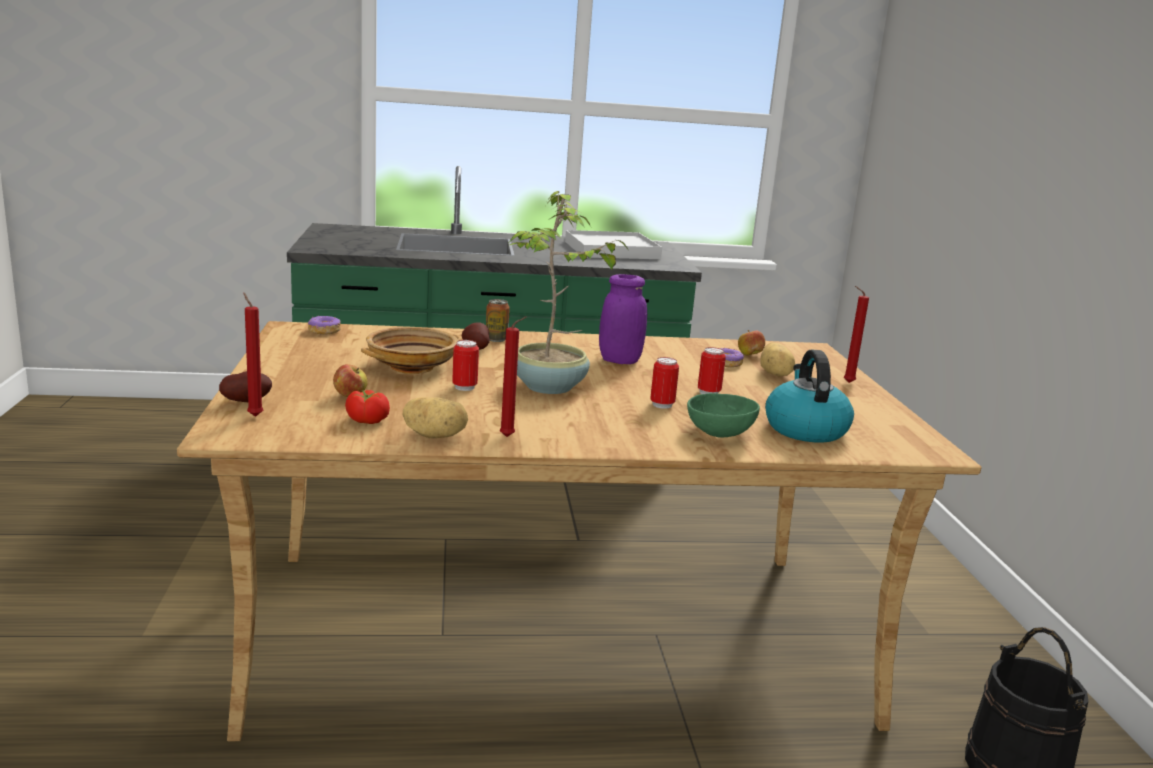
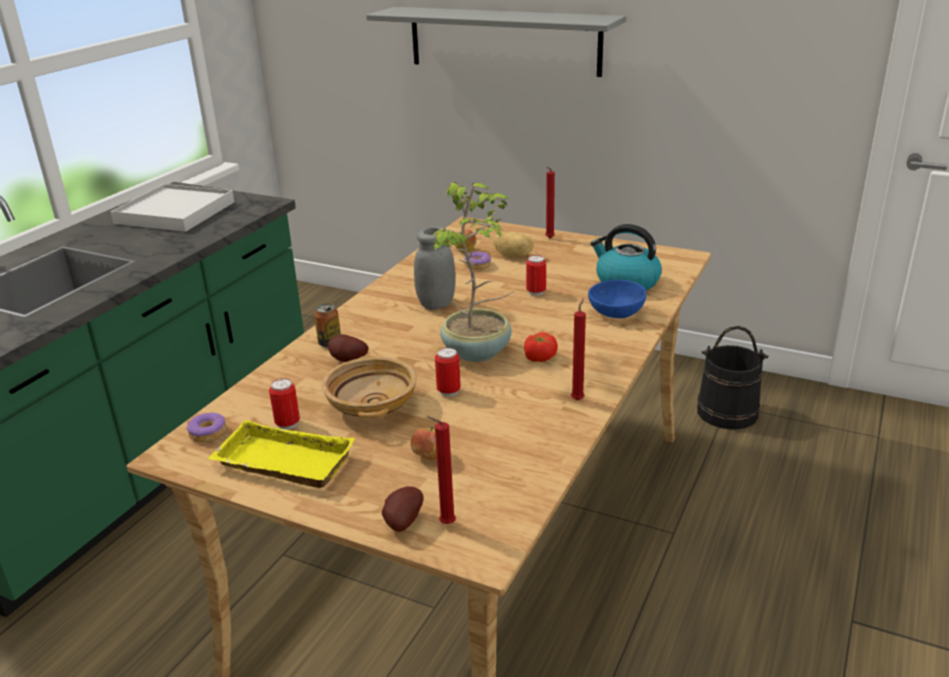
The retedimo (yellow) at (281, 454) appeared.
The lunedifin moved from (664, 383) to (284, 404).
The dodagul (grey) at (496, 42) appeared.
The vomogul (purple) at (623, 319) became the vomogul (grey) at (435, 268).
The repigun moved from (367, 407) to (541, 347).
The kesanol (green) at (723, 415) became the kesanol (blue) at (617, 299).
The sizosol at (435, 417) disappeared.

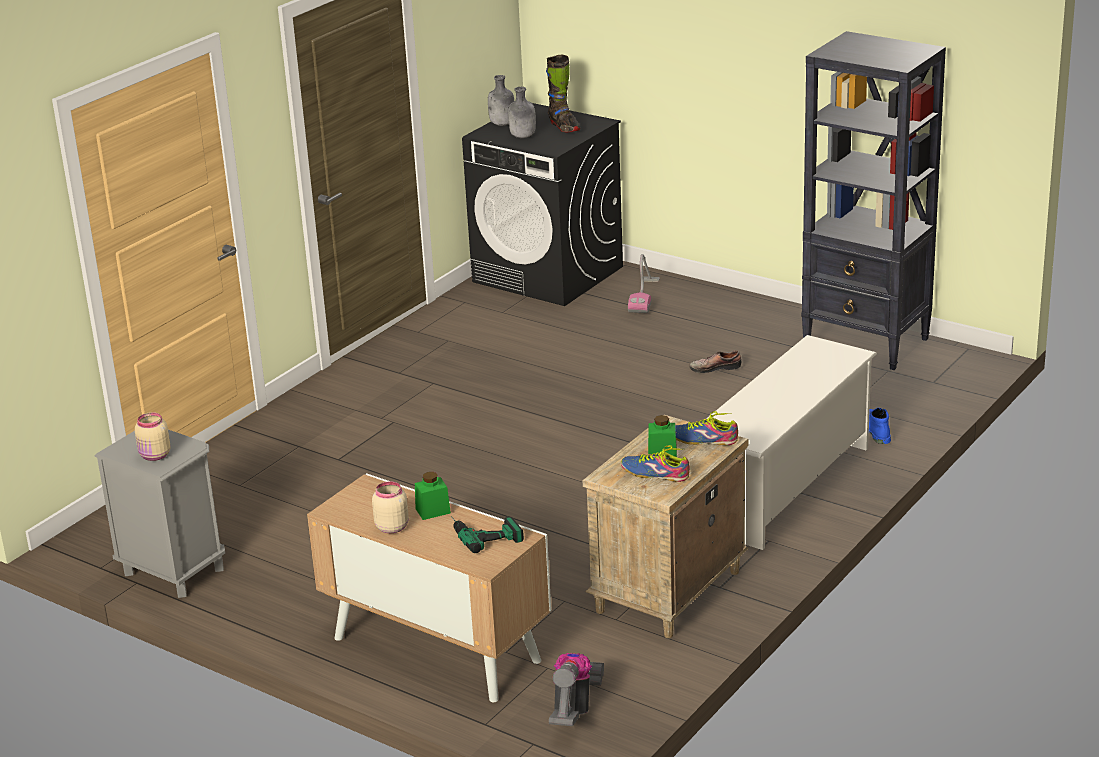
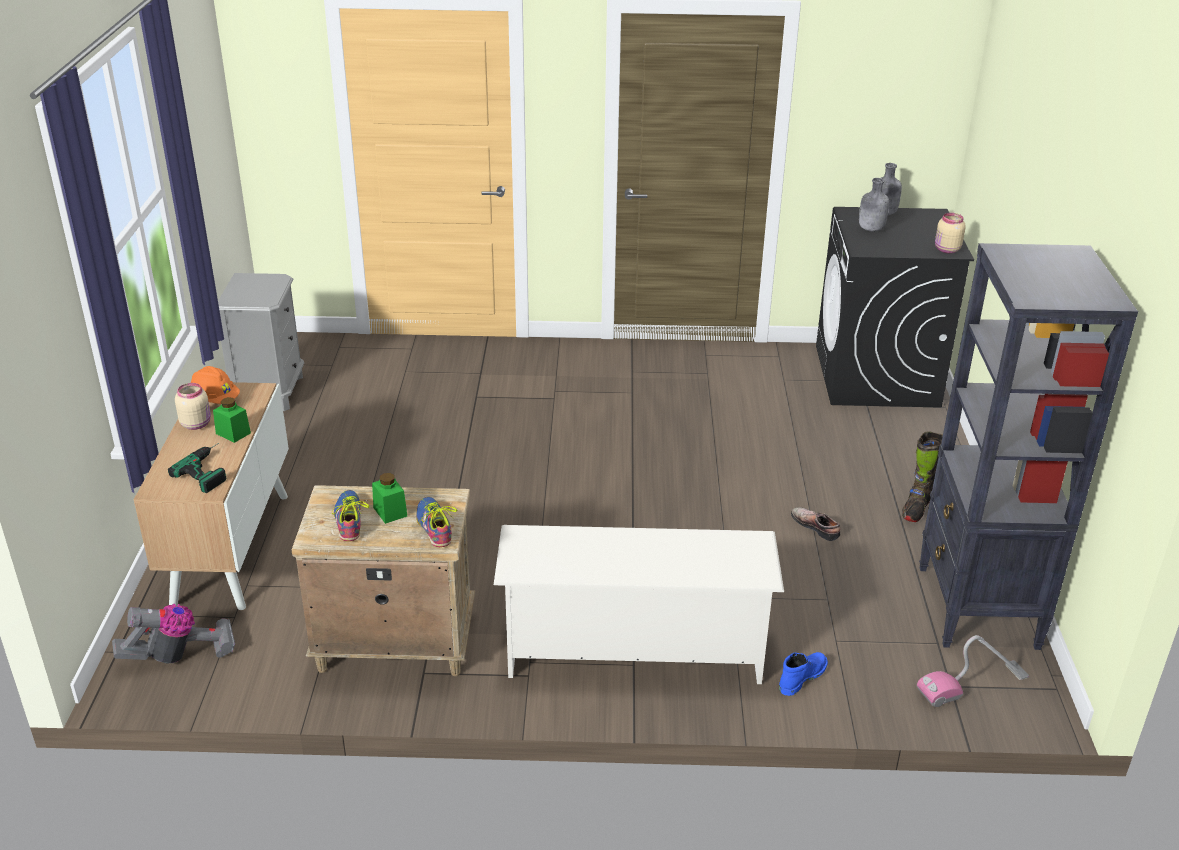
The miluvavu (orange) at (215, 385) appeared.
The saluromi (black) moved from (563, 93) to (922, 477).
The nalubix moved from (644, 283) to (973, 671).
The vomogul (beige) moved from (152, 436) to (950, 233).

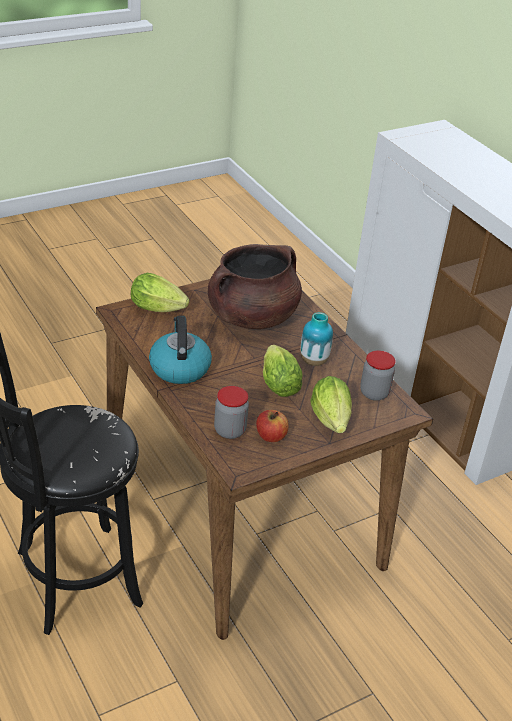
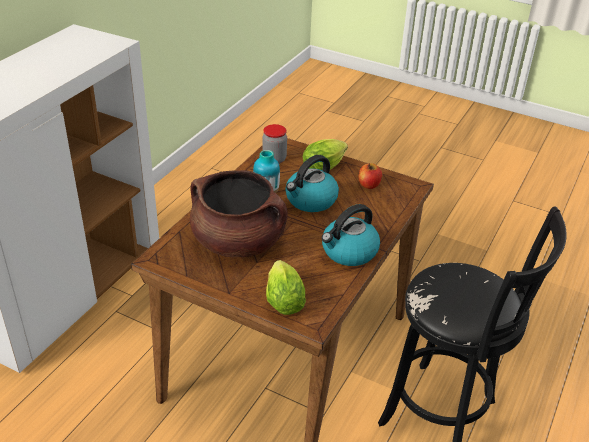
The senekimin at (283, 371) was replaced by the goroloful at (312, 183).
The vomogul at (231, 412) disappeared.

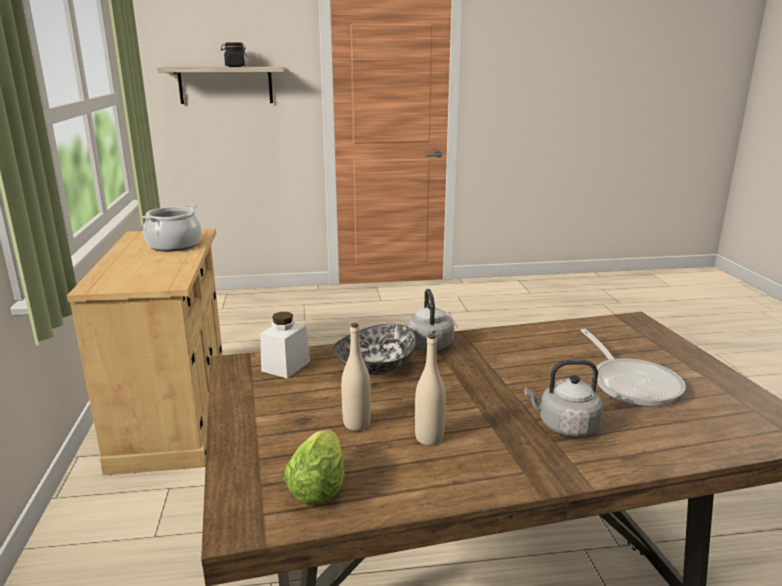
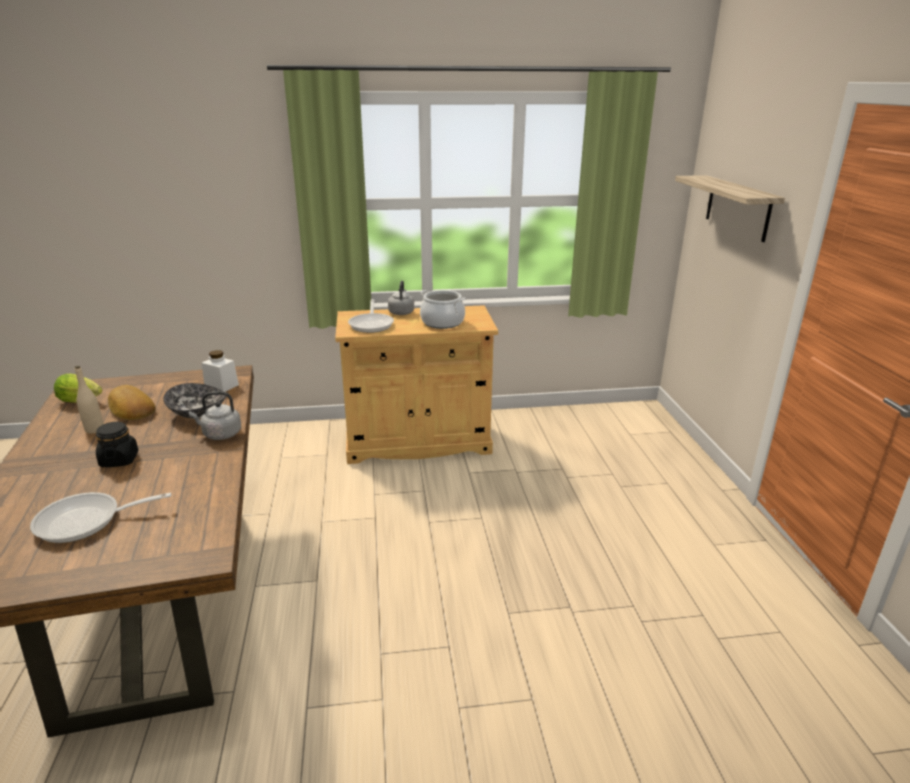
The vomogul (black) moved from (234, 54) to (117, 444).
The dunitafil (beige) at (356, 377) was replaced by the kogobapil at (132, 402).
The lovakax at (371, 316) appeared.
The goroloful (grey) moved from (563, 398) to (401, 297).

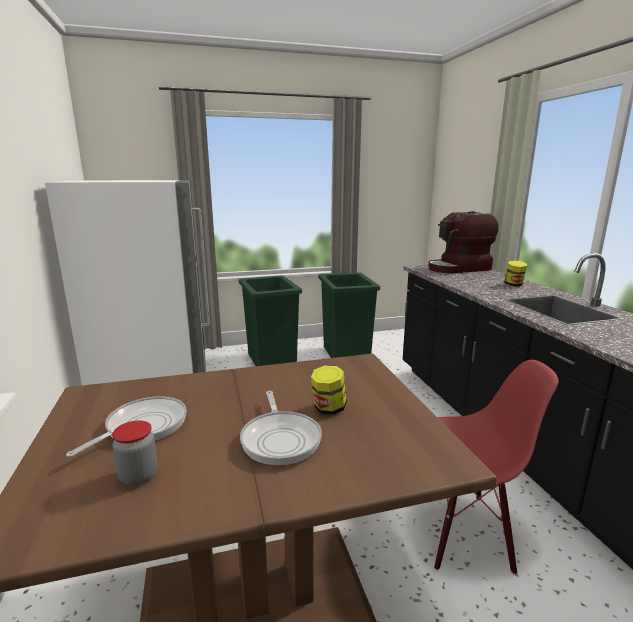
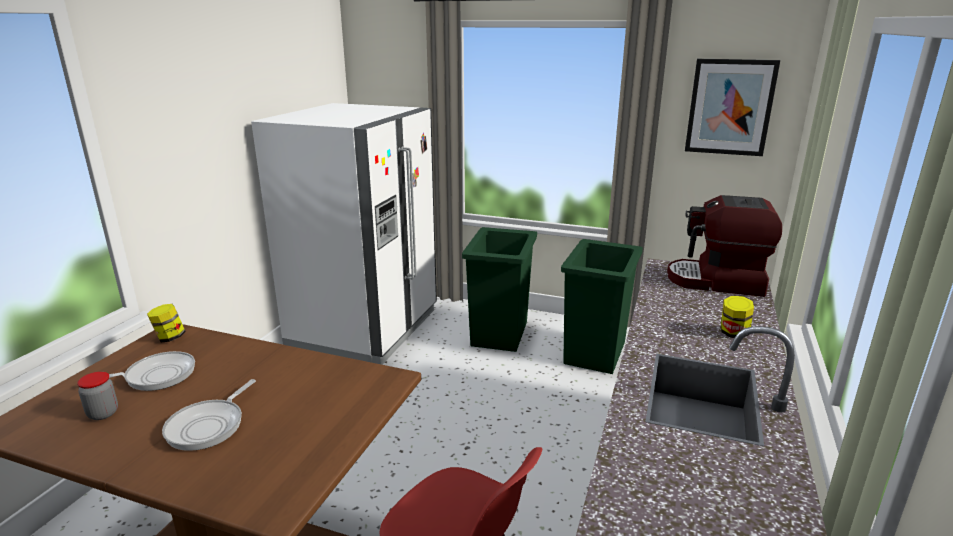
The vomogul moved from (329, 390) to (166, 323).
The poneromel at (732, 107) appeared.

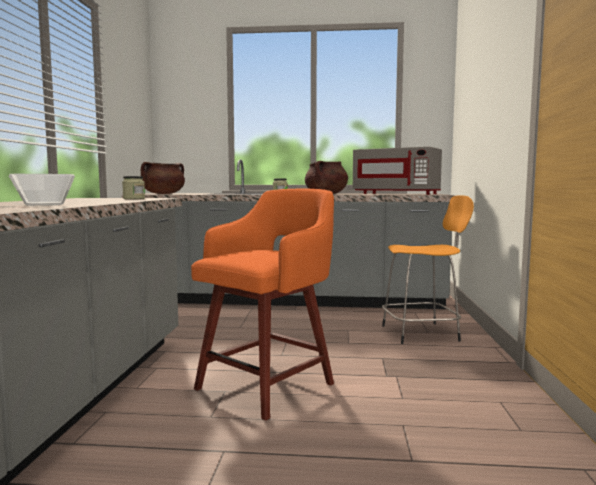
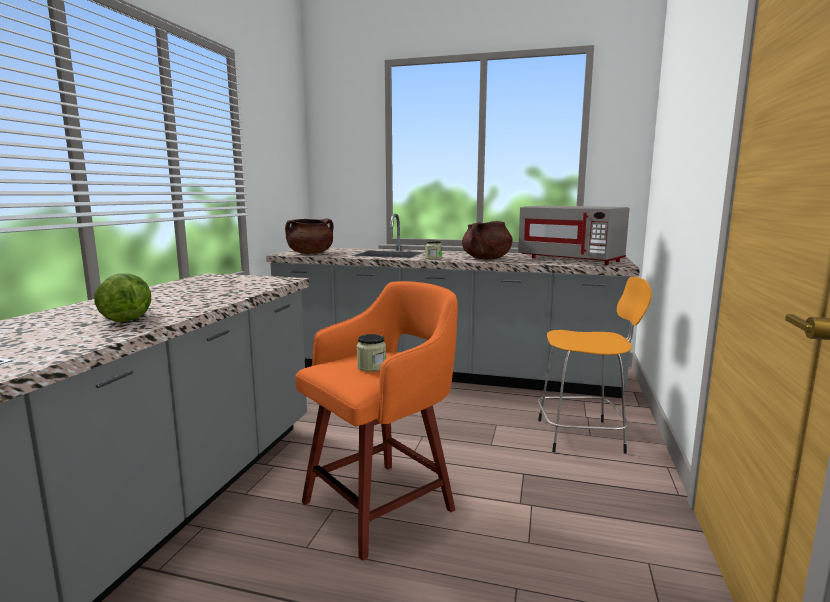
The kesanol at (42, 190) was replaced by the senekimin at (122, 297).
The vomogul moved from (133, 187) to (371, 353).

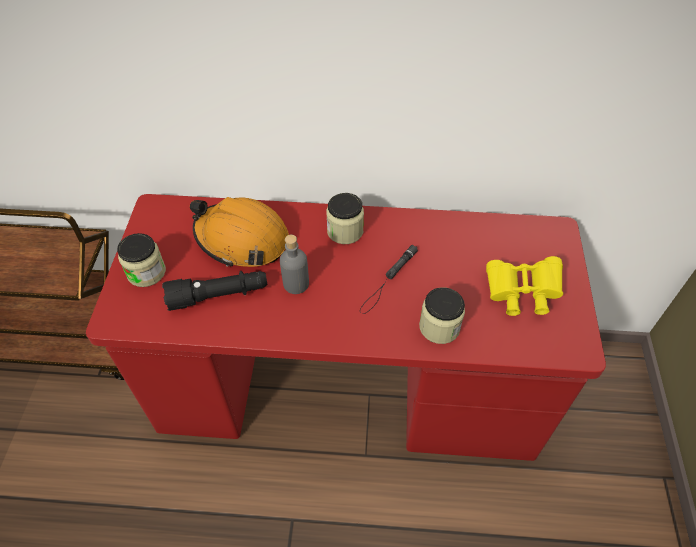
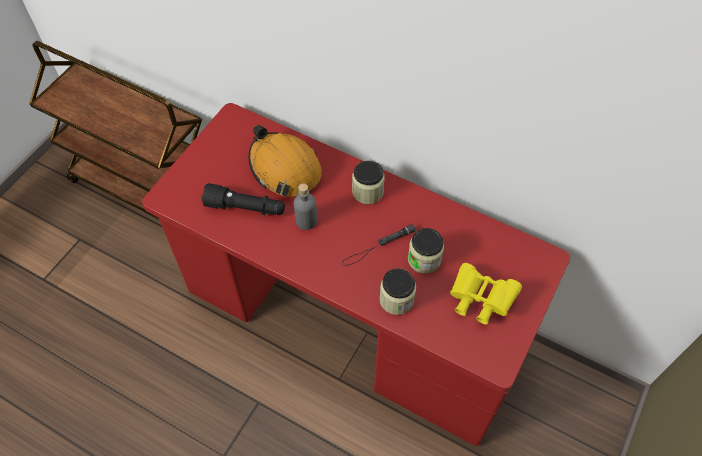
The vomogul moved from (141, 260) to (426, 251).

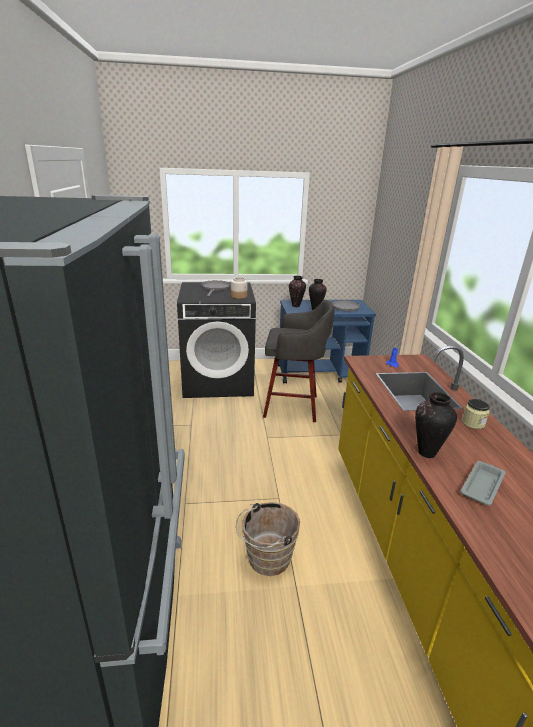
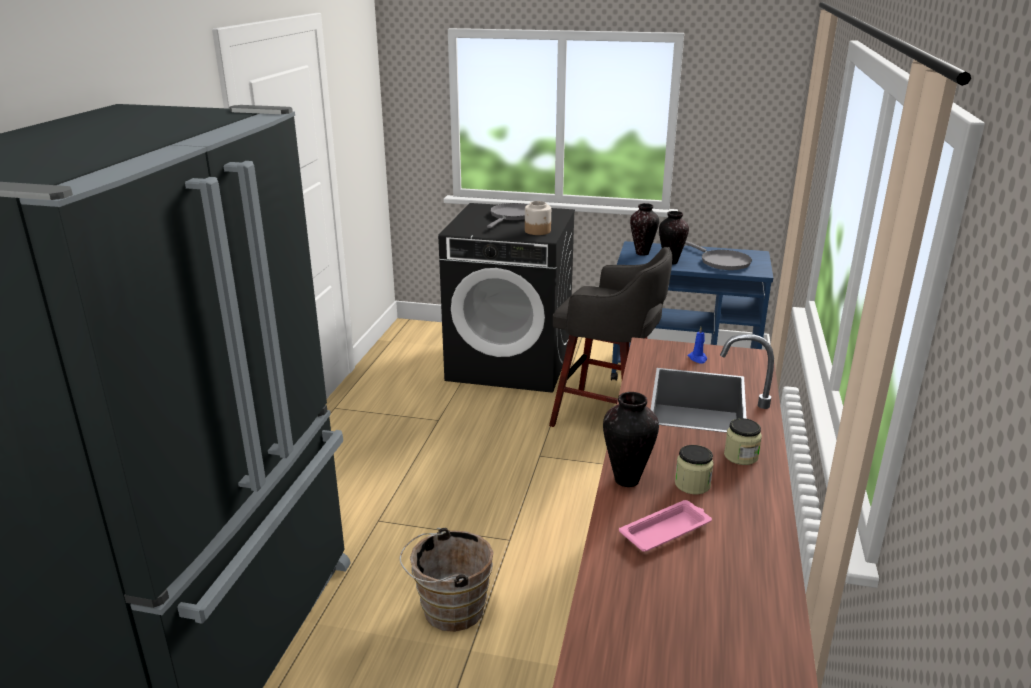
The retedimo (grey) at (483, 483) became the retedimo (pink) at (665, 526).
The vomogul at (694, 469) appeared.

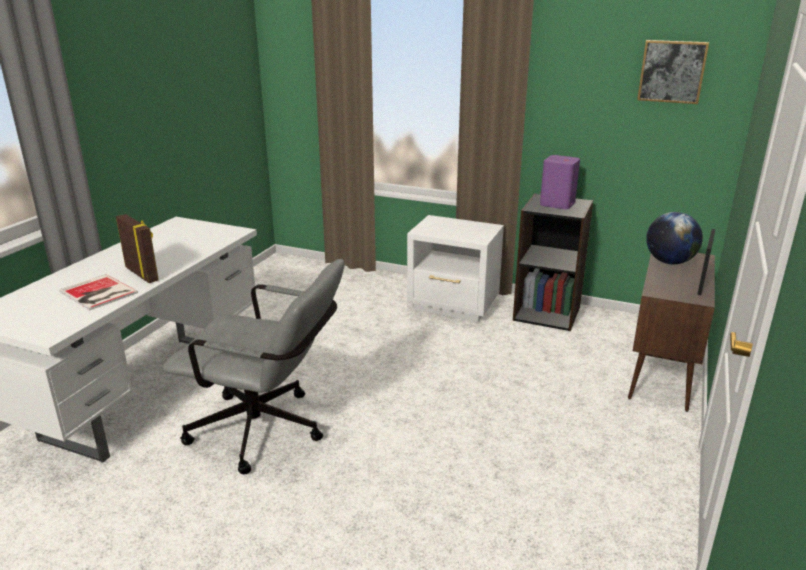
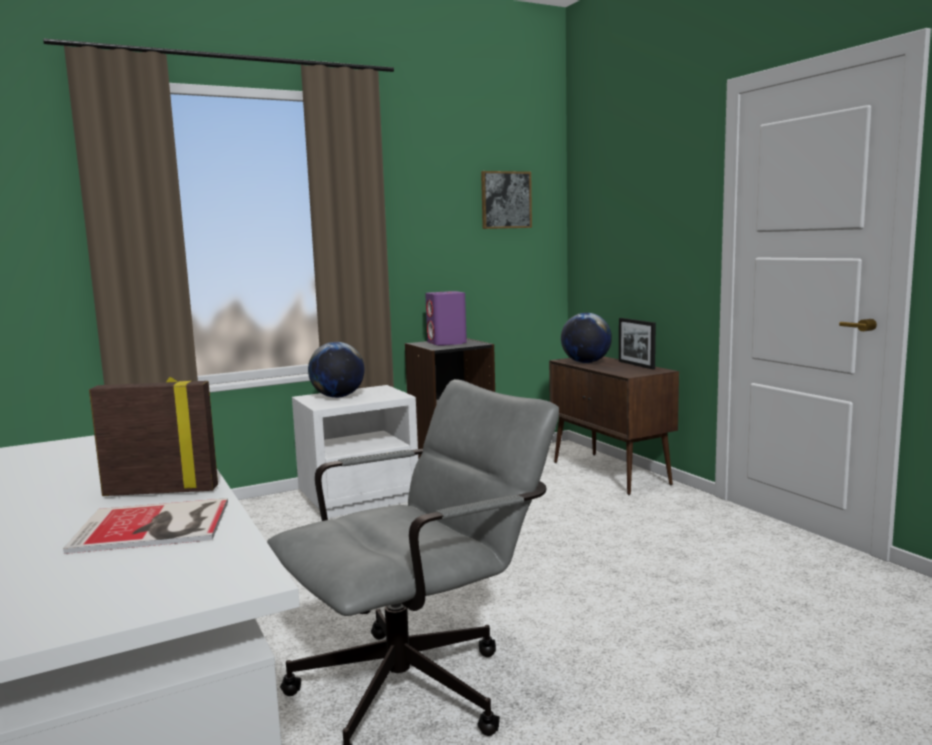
The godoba at (336, 370) appeared.

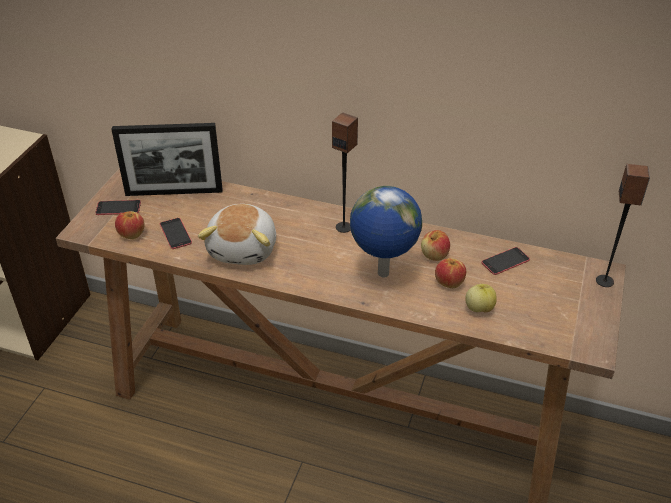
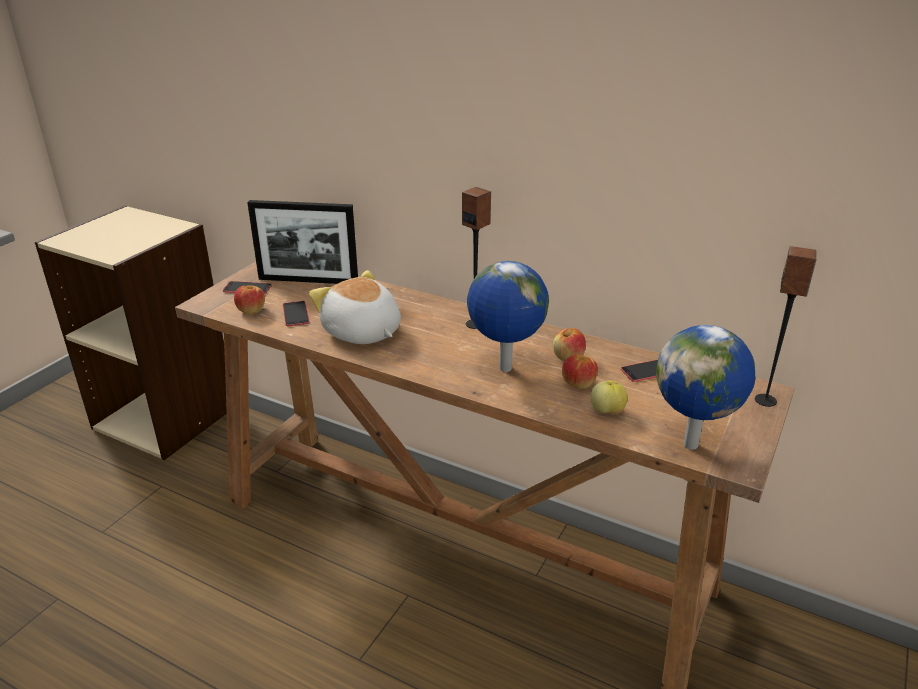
The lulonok at (237, 234) turned 120 degrees clockwise.
The godoba at (705, 387) appeared.

